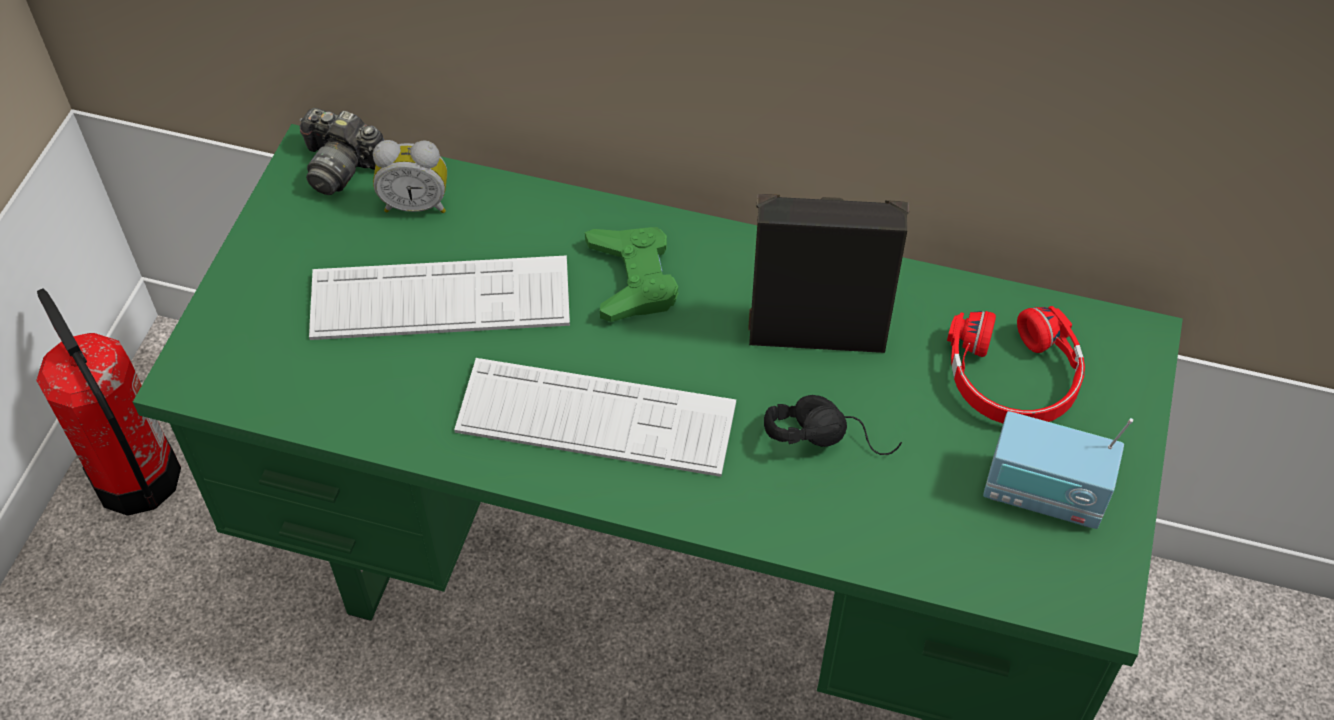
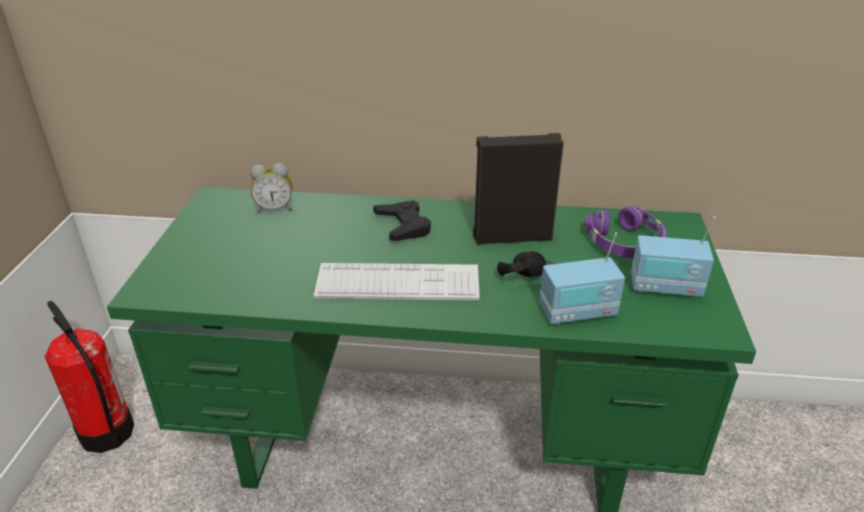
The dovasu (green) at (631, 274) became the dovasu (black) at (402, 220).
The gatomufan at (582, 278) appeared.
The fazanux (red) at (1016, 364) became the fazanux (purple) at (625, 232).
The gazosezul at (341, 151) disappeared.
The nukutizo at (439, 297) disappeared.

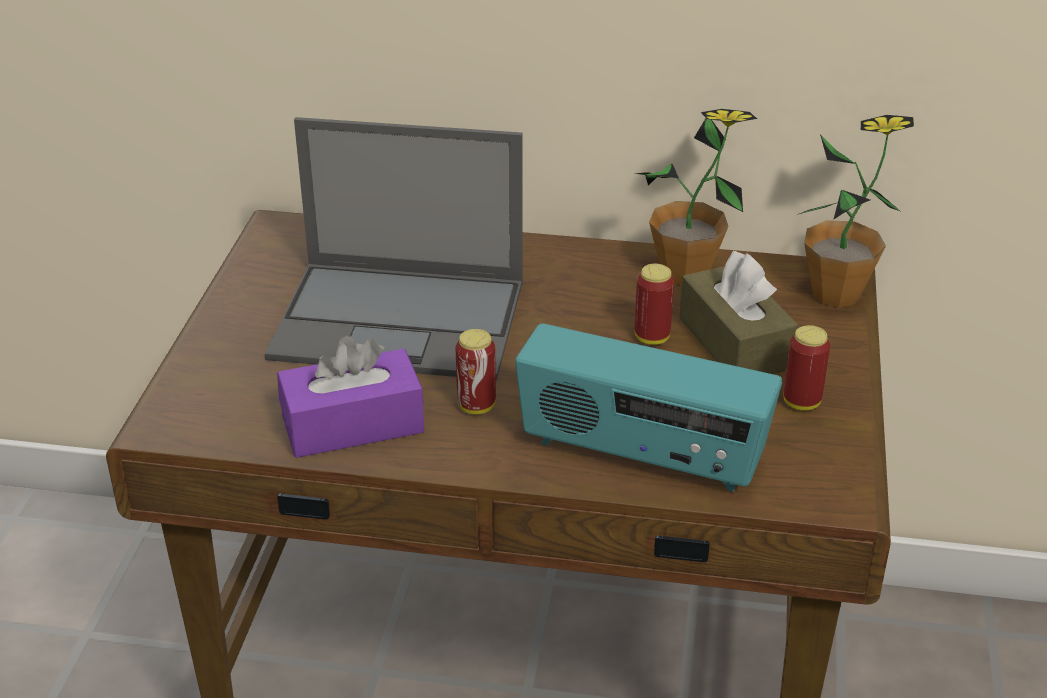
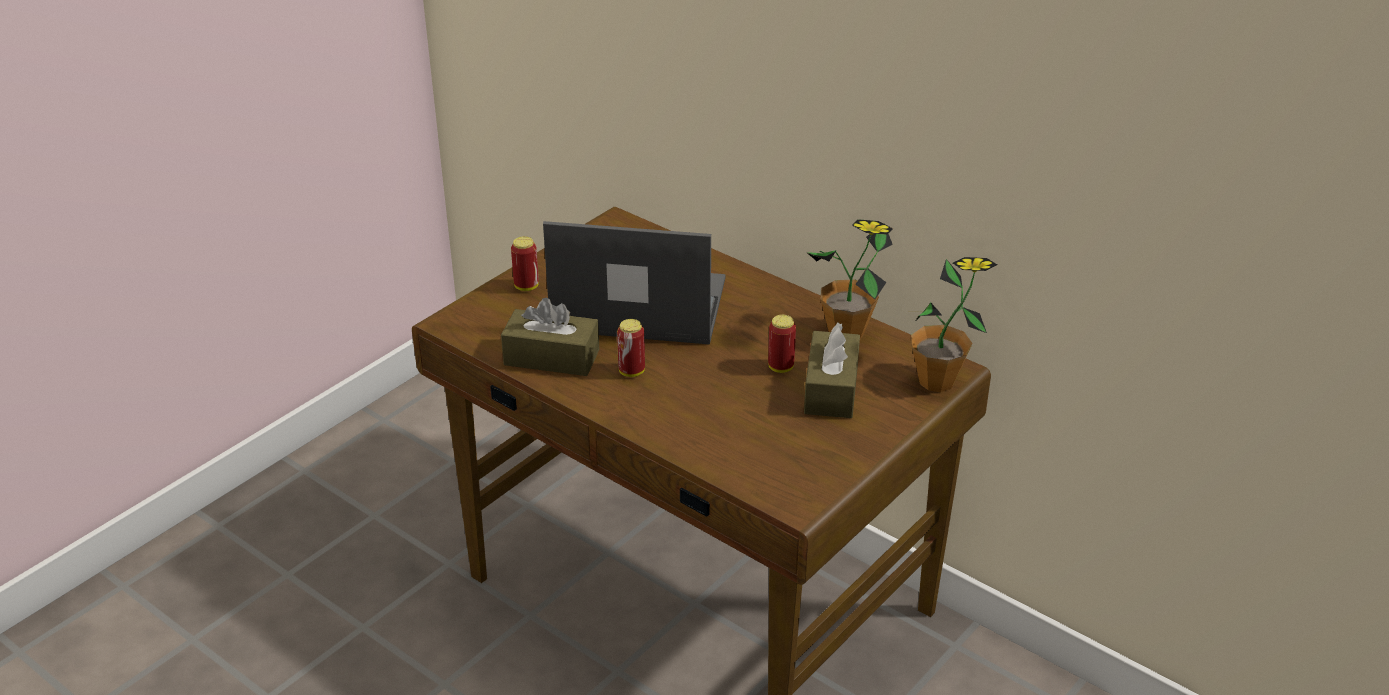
The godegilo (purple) at (350, 397) became the godegilo (brown) at (550, 337).
The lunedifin moved from (807, 368) to (525, 263).
The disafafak at (394, 248) turned 150 degrees clockwise.
The gatomufan at (648, 407) disappeared.

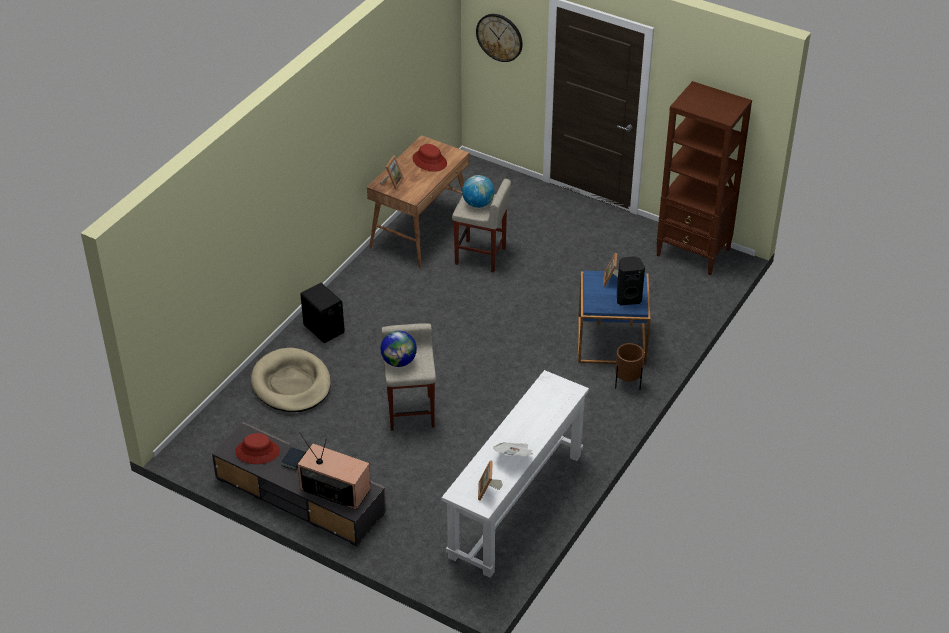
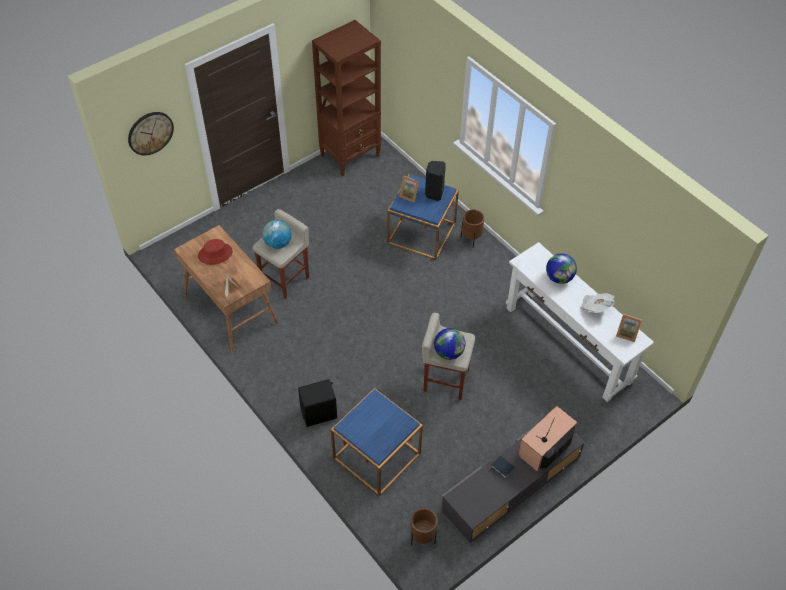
The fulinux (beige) at (291, 380) was replaced by the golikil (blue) at (377, 442).
The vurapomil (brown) at (423, 527) appeared.
The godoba at (561, 269) appeared.
The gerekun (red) at (257, 448) disappeared.

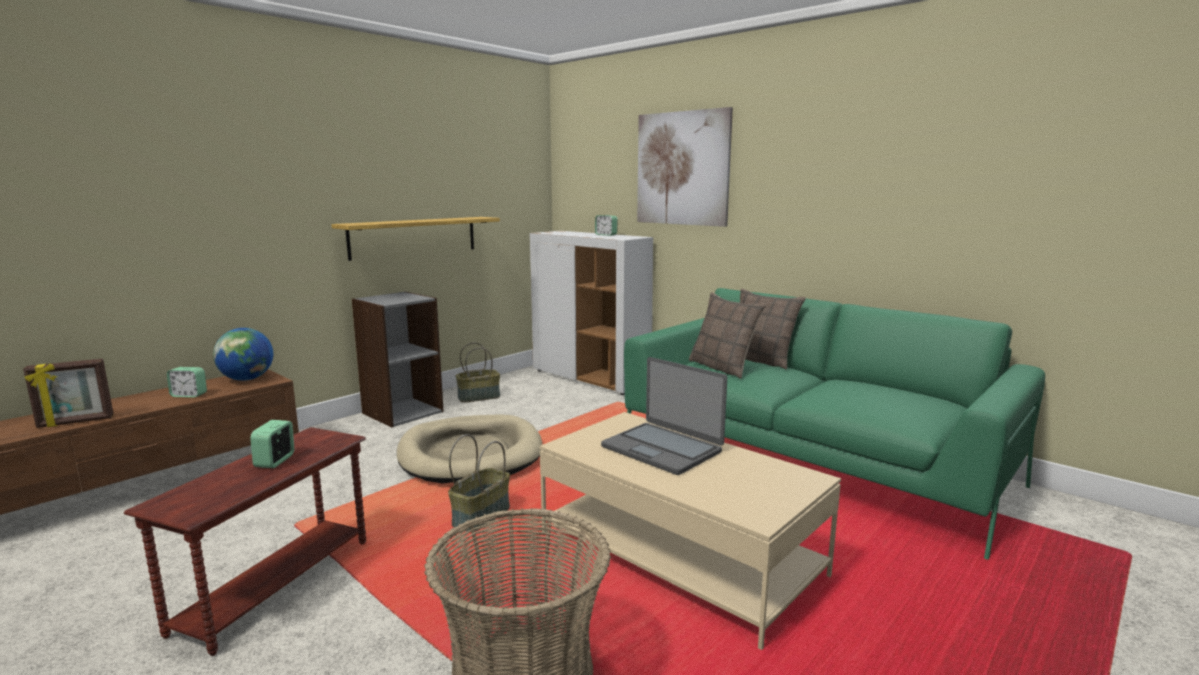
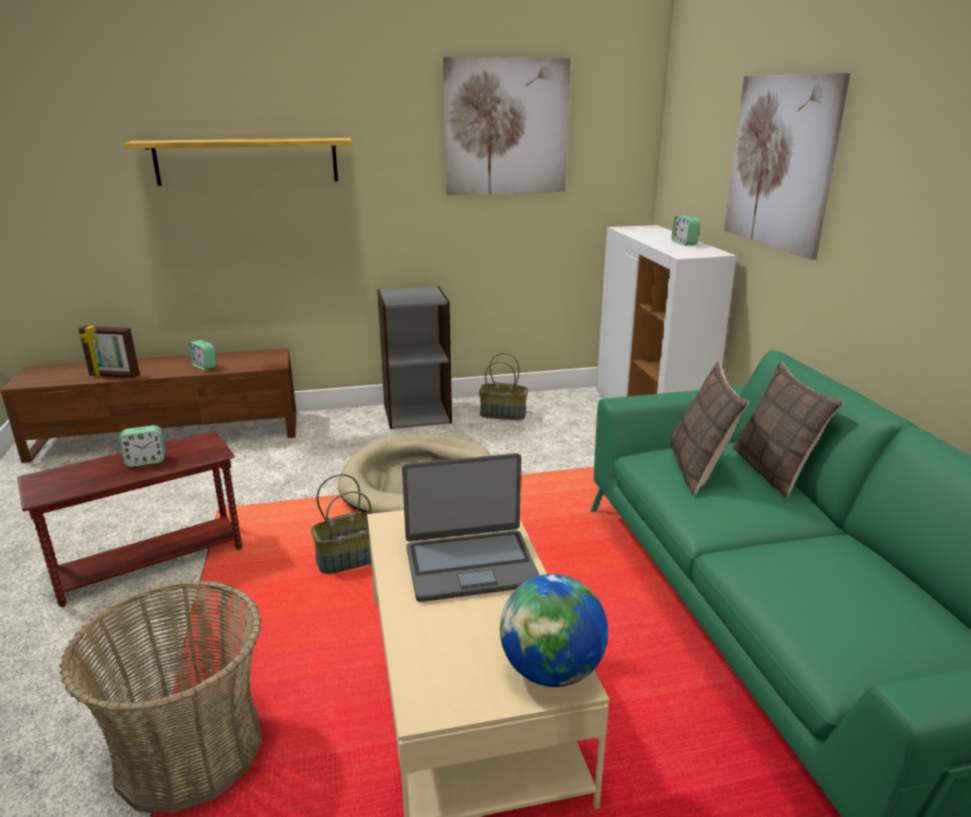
The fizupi at (272, 444) turned 150 degrees counterclockwise.
The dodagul moved from (415, 239) to (238, 162).
The disafafak at (664, 416) turned 90 degrees counterclockwise.
The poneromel at (507, 126) appeared.
The godoba moved from (243, 354) to (554, 630).

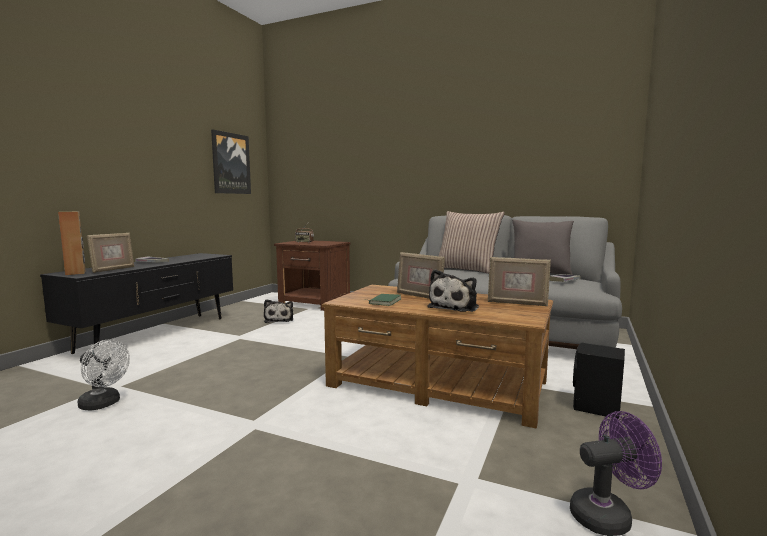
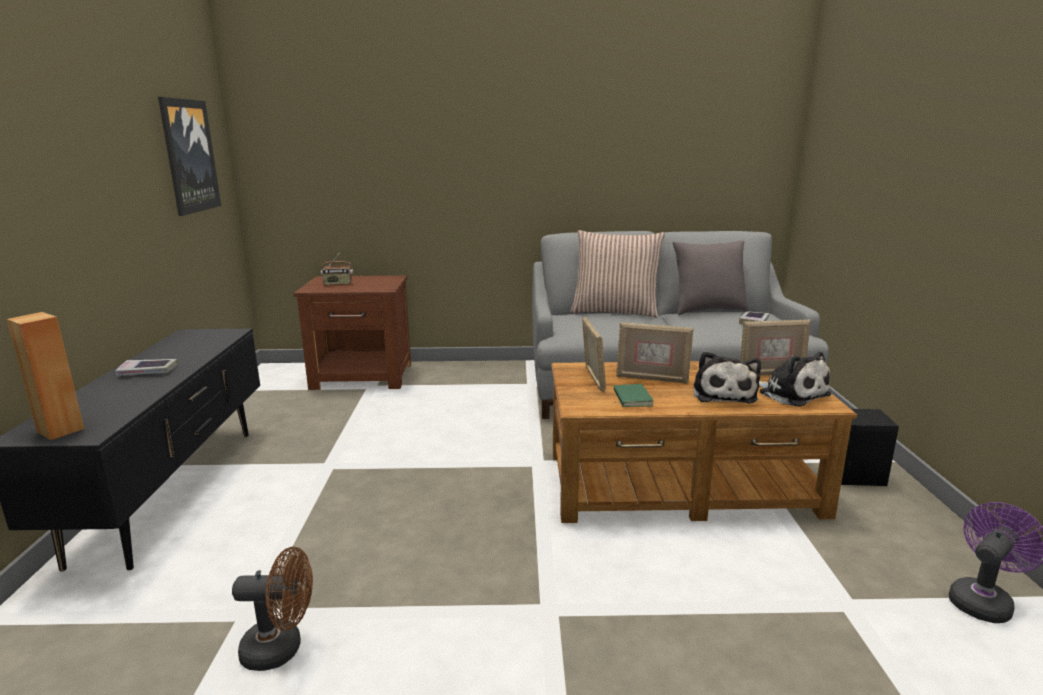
The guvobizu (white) at (104, 375) became the guvobizu (brown) at (272, 609).
The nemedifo moved from (111, 253) to (594, 354).
The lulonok moved from (278, 311) to (795, 379).

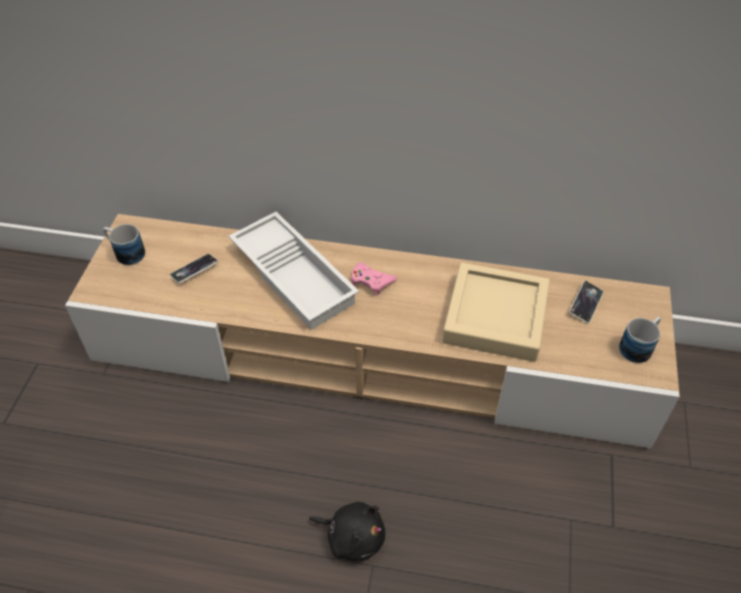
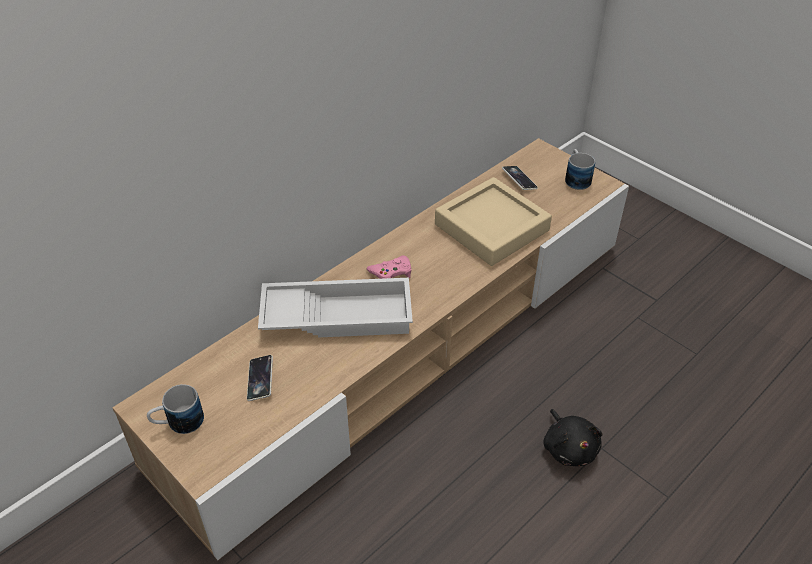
The lulonok (black) at (347, 532) turned 105 degrees clockwise.

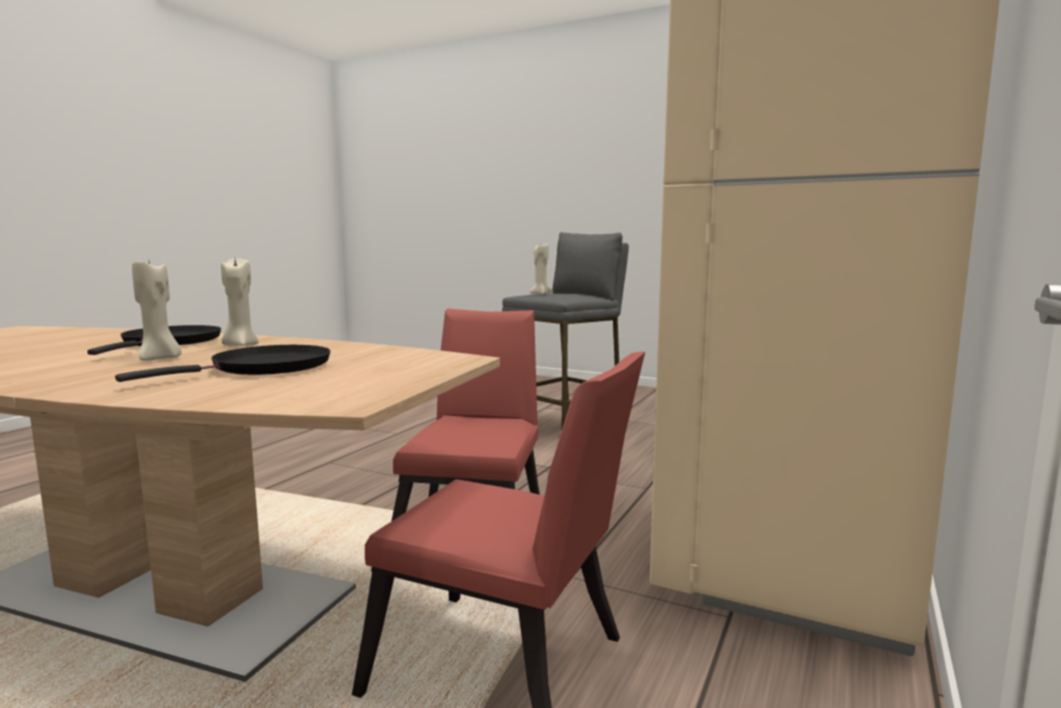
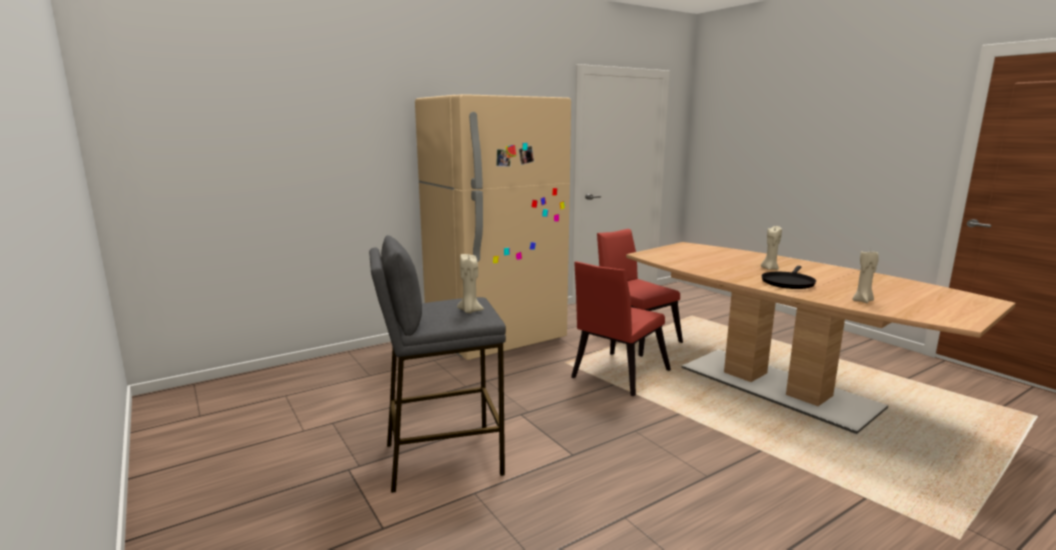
The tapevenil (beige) moved from (240, 302) to (865, 276).
The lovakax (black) at (222, 363) disappeared.

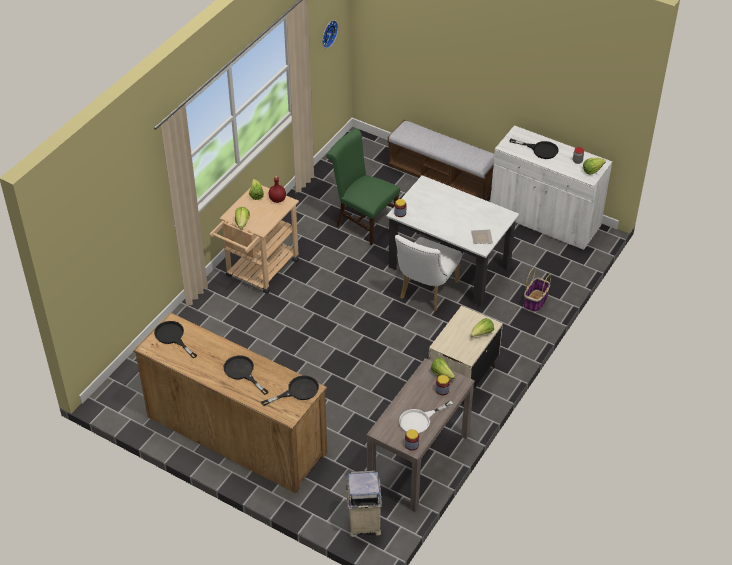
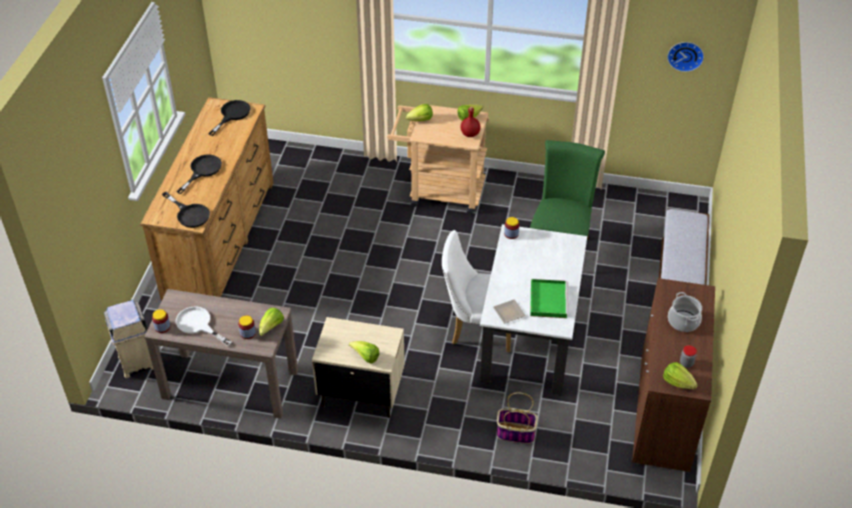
The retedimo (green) at (549, 298) appeared.
The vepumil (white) at (551, 187) became the vepumil (brown) at (673, 375).
The lovakax (black) at (534, 149) was replaced by the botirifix at (685, 312).

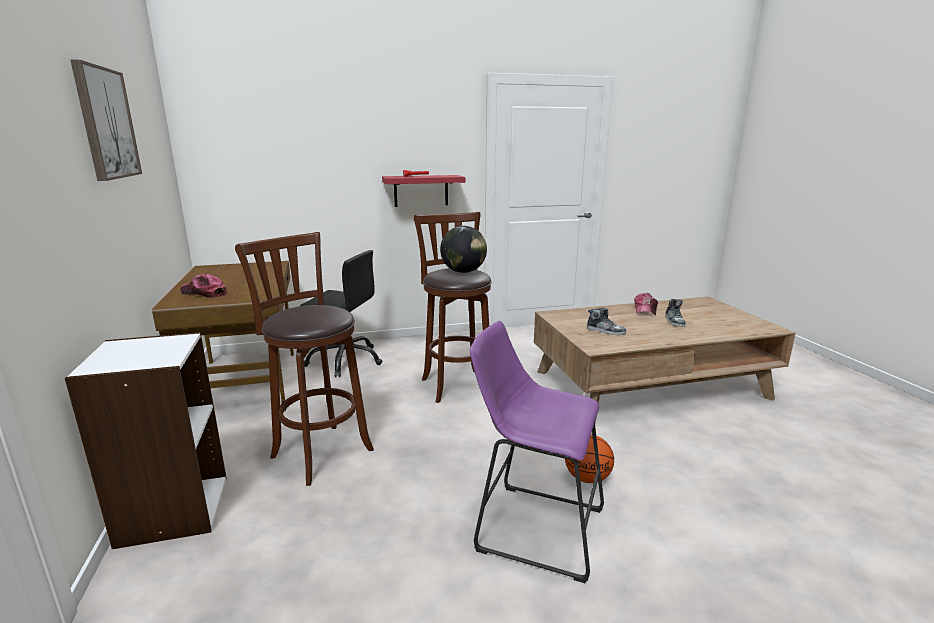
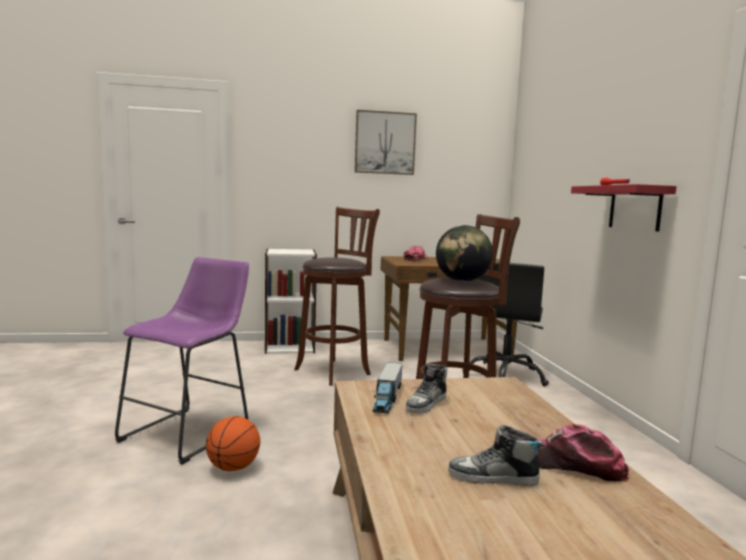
The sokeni at (388, 388) appeared.

